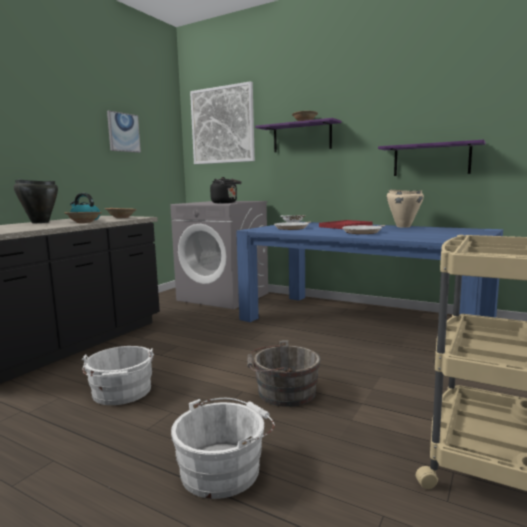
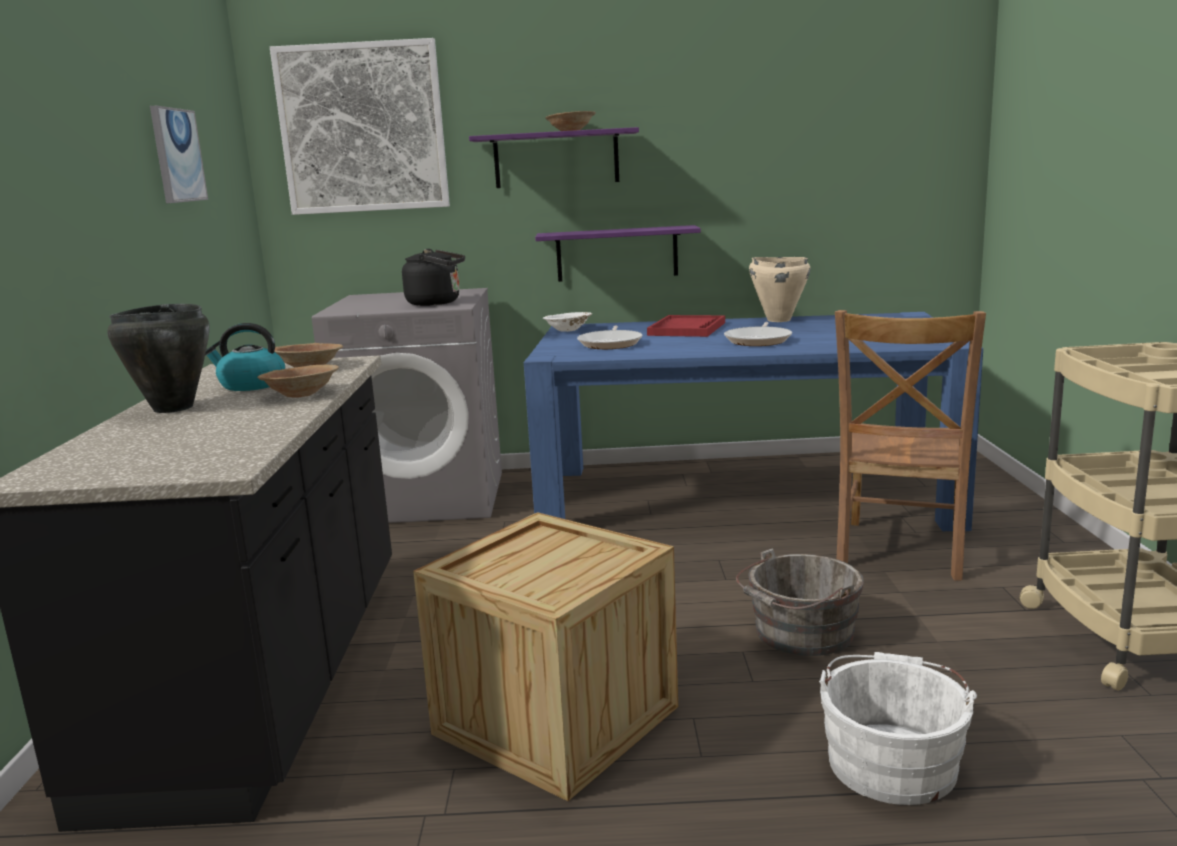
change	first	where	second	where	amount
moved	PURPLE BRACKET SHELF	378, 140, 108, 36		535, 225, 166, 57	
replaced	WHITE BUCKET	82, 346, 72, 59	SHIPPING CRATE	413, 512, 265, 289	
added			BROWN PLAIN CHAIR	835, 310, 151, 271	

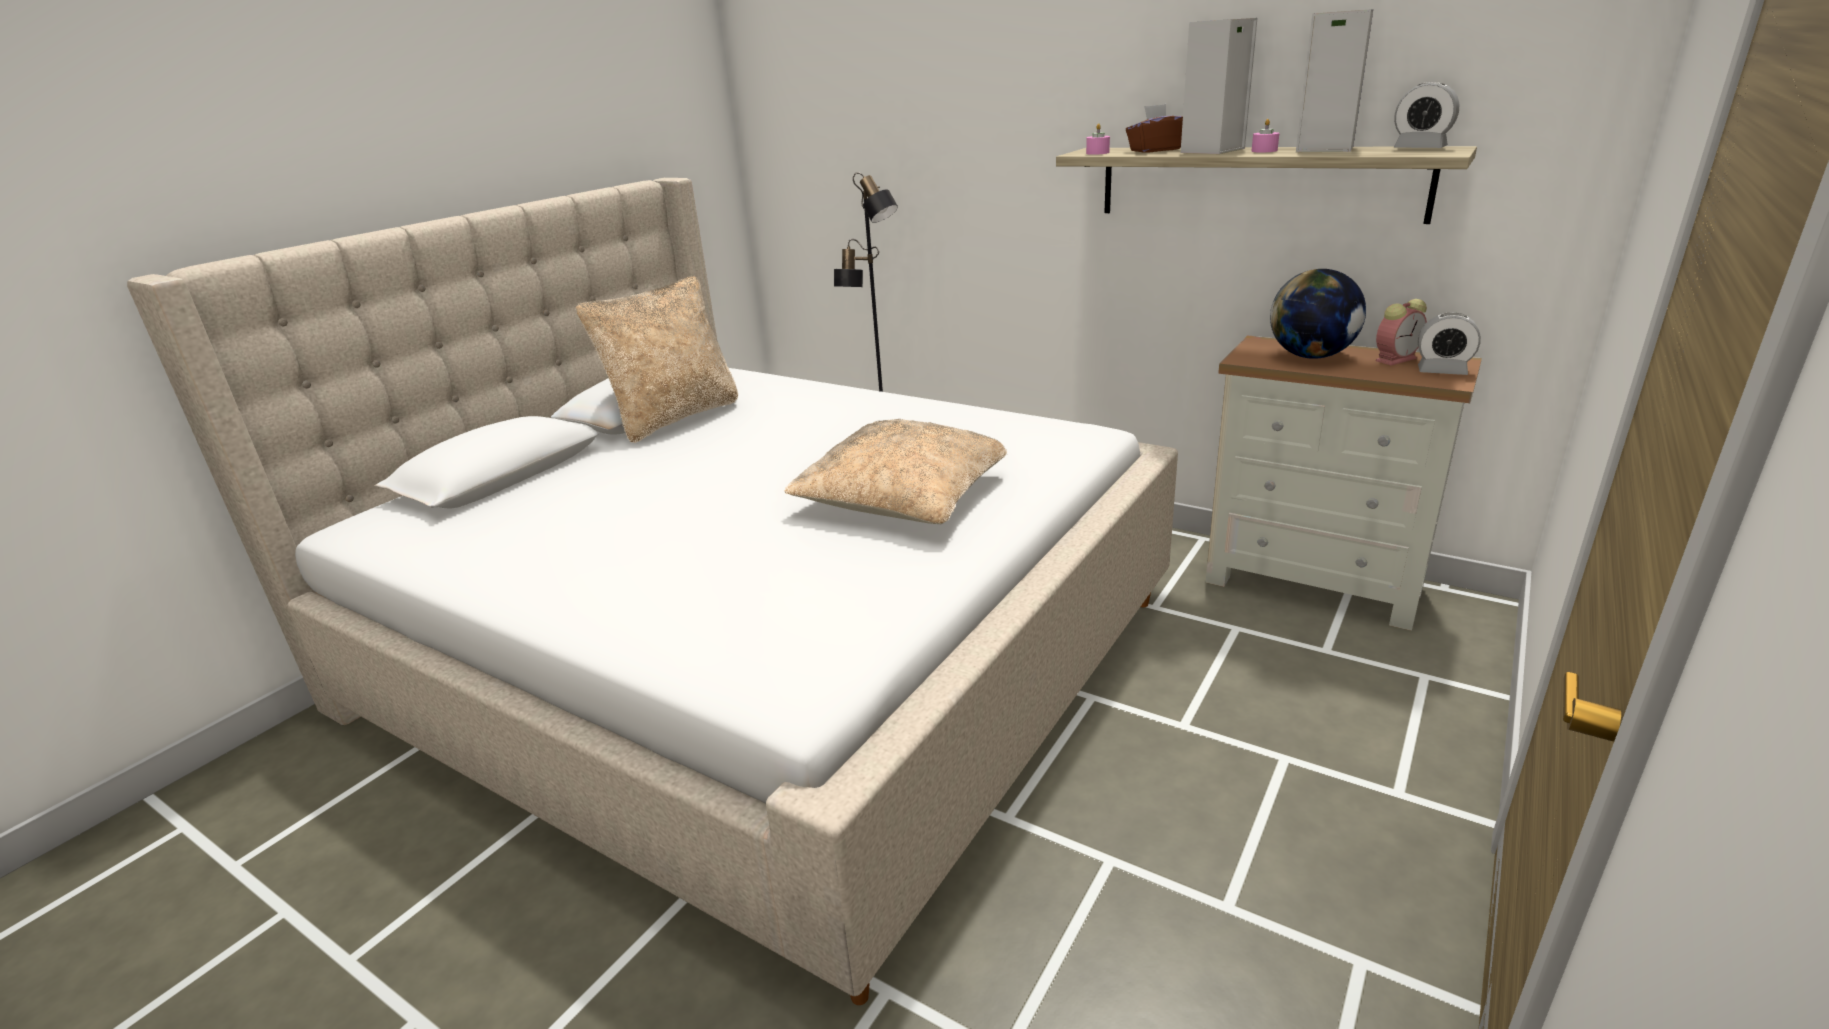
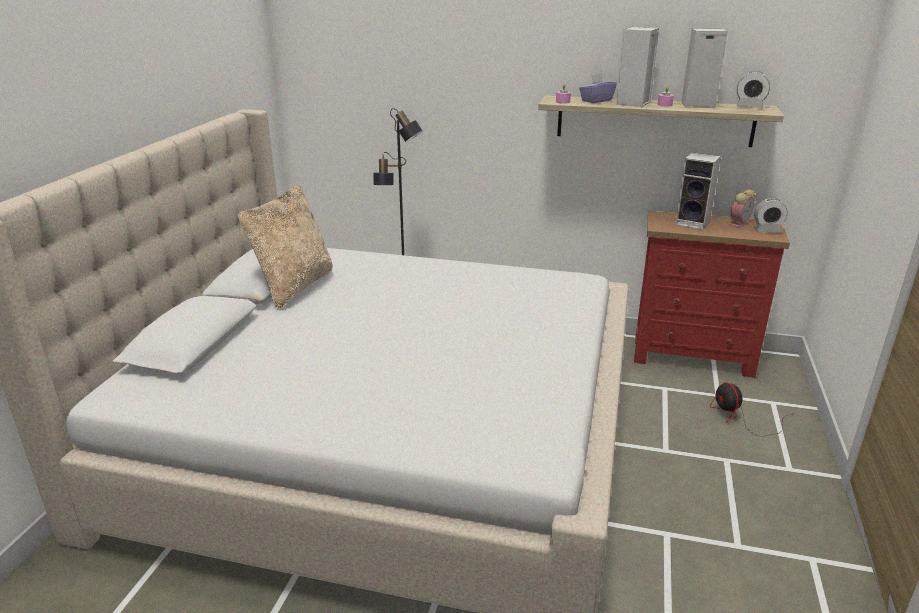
change	first	where	second	where	amount
recoloured	BROWN TISSUE BOX	1126, 104, 57, 49	PURPLE TISSUE BOX	579, 73, 38, 30	
replaced	WORLD GLOBE	1270, 269, 96, 90	AUDIO SPEAKER	675, 152, 46, 78	
recoloured	WHITE DRAWER CHEST	1205, 335, 277, 296	RED-COLOURED DRAWER CHEST	634, 211, 156, 167	
removed	BEIGE THROW PILLOW	785, 419, 222, 105			
added			FAN	710, 383, 82, 53	

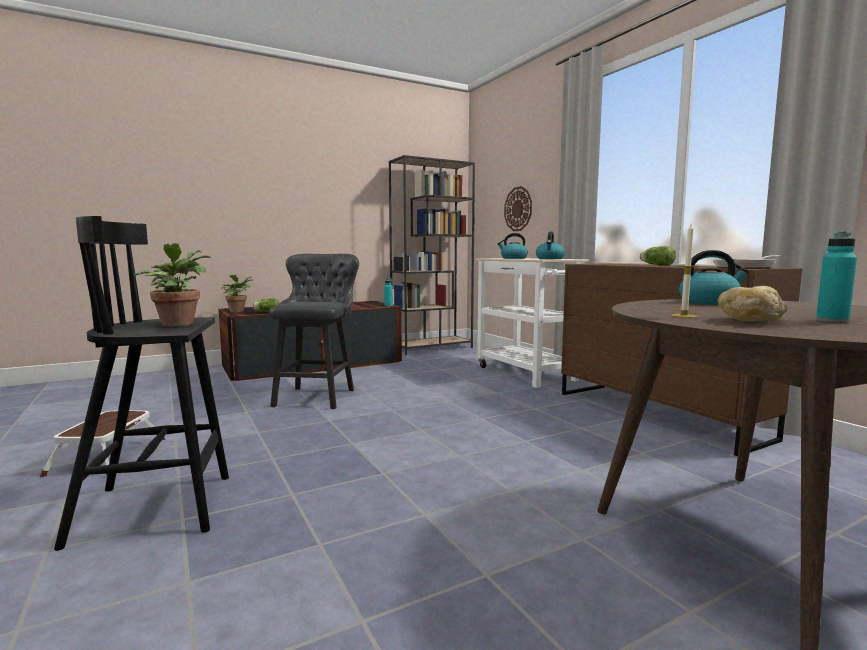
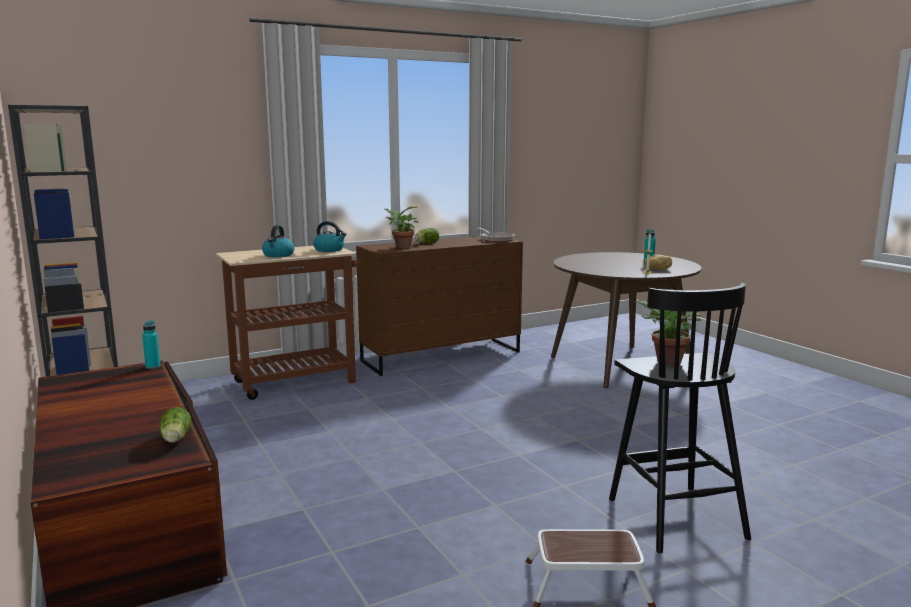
change	first	where	second	where	amount
removed	WALL CLOCK	504, 186, 28, 45			
removed	KETTLE	679, 250, 70, 55			
removed	GRAY SITTING STOOL	269, 253, 90, 156			
recoloured	WHITE WHEELED CART	475, 258, 114, 130	BROWN WHEELED CART	216, 246, 146, 154	
moved	POTTED PLANT	221, 275, 33, 37		384, 206, 35, 43	

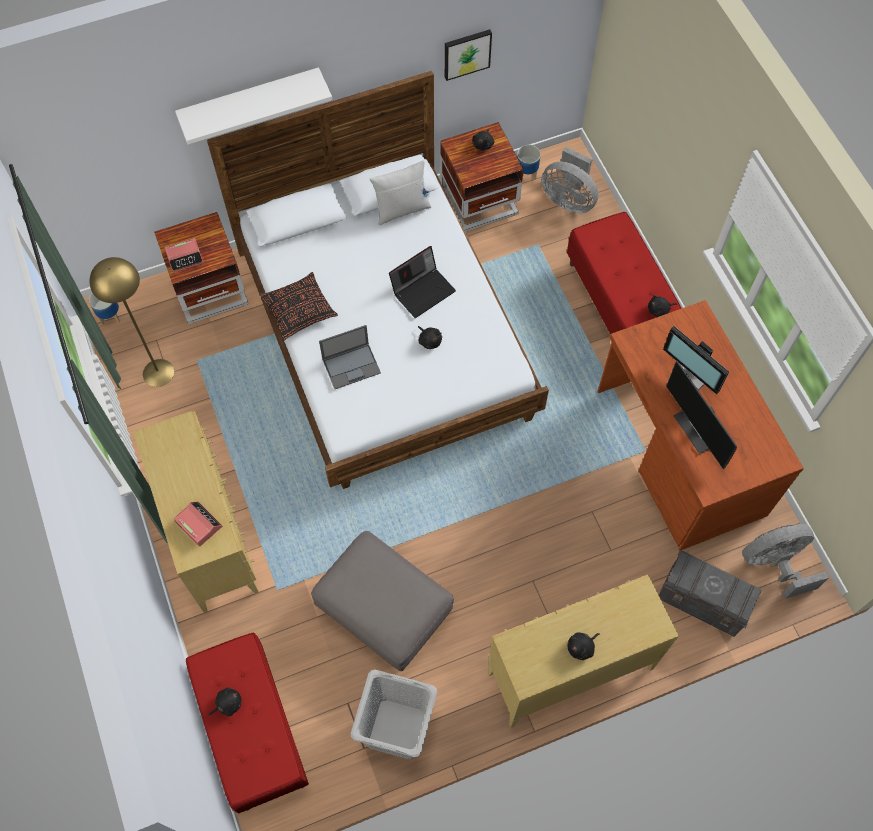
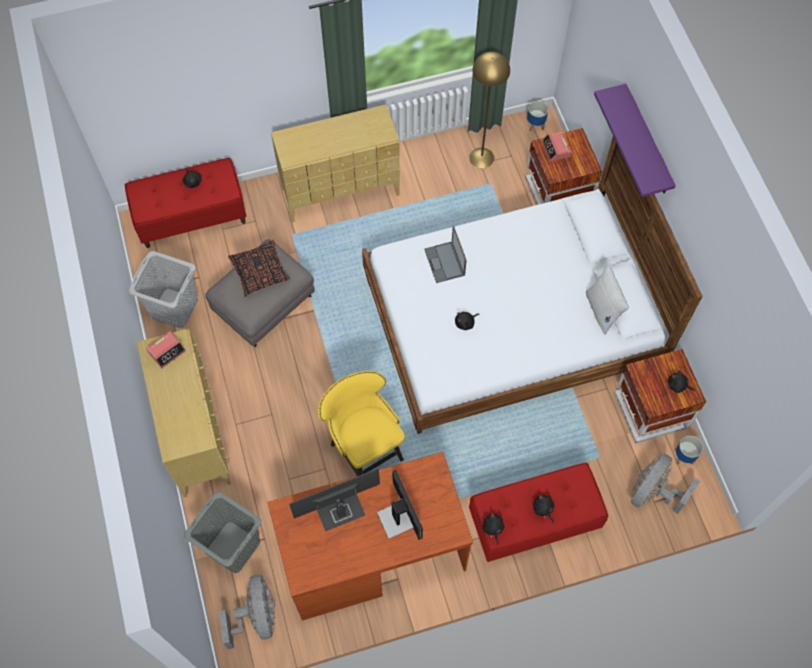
change	first	where	second	where	amount
removed	WALL PICTURE	445, 29, 47, 52			
recoloured	WHITE BRACKET SHELF	175, 67, 157, 77	PURPLE BRACKET SHELF	594, 84, 82, 113	
removed	NOTEBOOK COMPUTER	389, 246, 67, 72			
moved	BLACK THROW PILLOW	259, 272, 79, 68		228, 240, 62, 57	
turned	COMPUTER DISPLAY	663, 326, 66, 68		377, 470, 46, 70	105 degrees clockwise
moved	TABLE CLOCK	174, 502, 48, 45		146, 331, 40, 37	
replaced	GRAY STORAGE BOX	659, 550, 103, 87	GRAY WASHING BASKET	184, 491, 78, 82	
moved	BLACK PLUSH TOY	567, 632, 33, 28		533, 495, 22, 28	
added			YELLOWISH SITTING STOOL	318, 371, 87, 105	

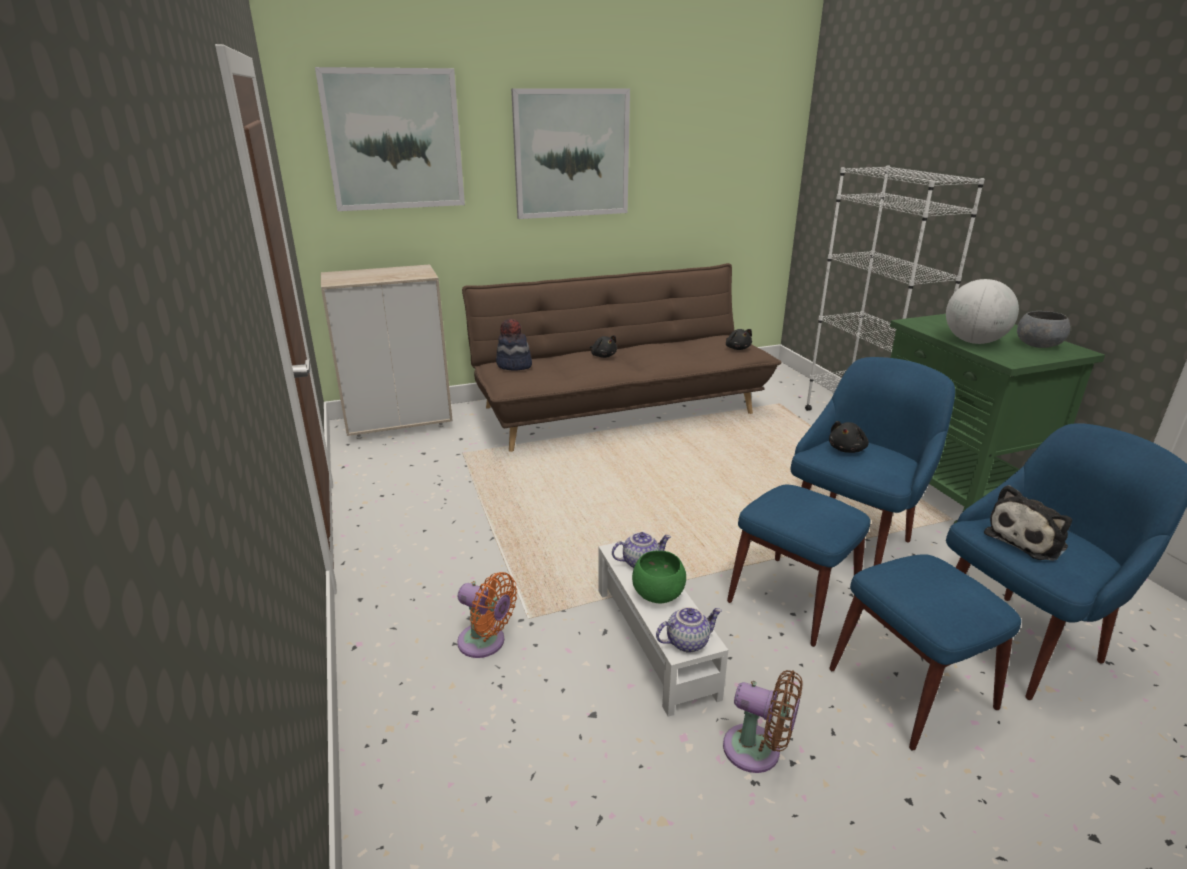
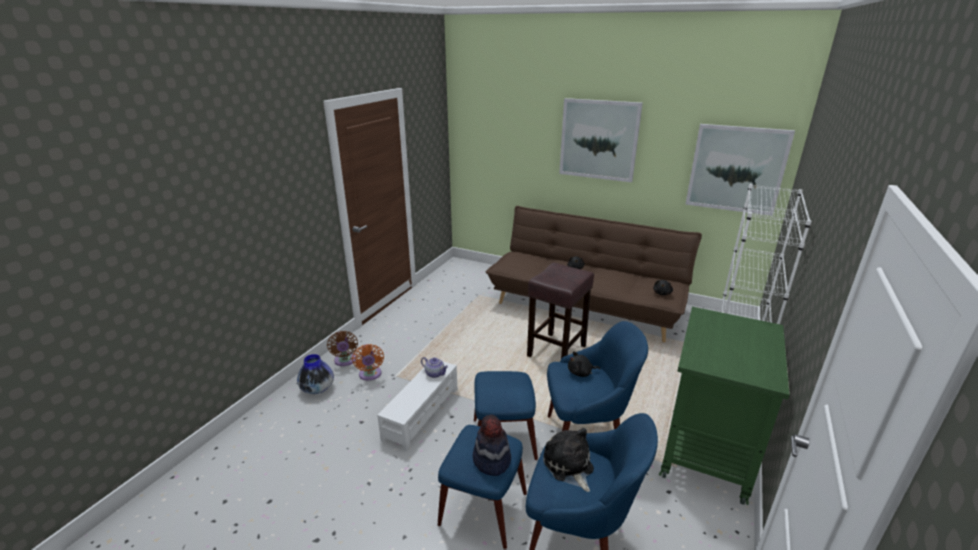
change	first	where	second	where	amount
moved	WALL PICTURE	315, 67, 150, 144		685, 124, 110, 92	
removed	BEIGE STORAGE CABINET	321, 264, 132, 175			
removed	WORLD GLOBE	946, 279, 73, 65			
removed	GRAY DEEP DISH	1017, 311, 53, 37			
moved	CLOTHING HAT	496, 319, 36, 52		473, 415, 38, 61	
turned	PLUSH TOY	984, 485, 88, 76		543, 428, 51, 64	60 degrees clockwise
removed	GREENISH DEEP DISH	632, 551, 54, 52			
removed	POT FOR TEA	656, 607, 66, 46			
moved	BROWN FAN	723, 670, 80, 103		327, 331, 31, 35	
added			BROWN SITTING STOOL	527, 262, 67, 97	
added			VASE	297, 354, 37, 40	

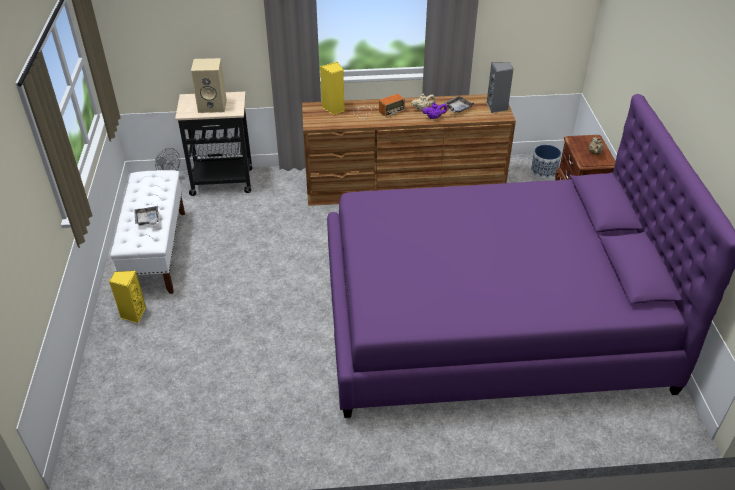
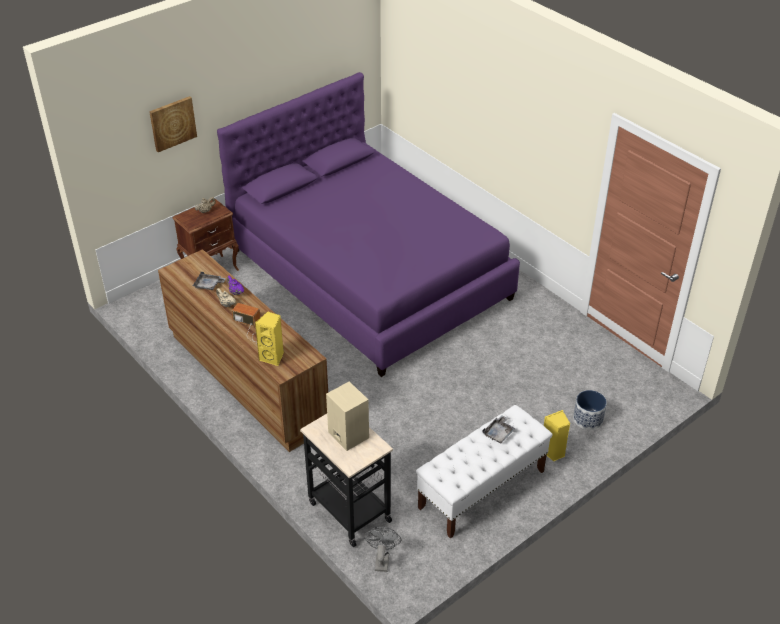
change	first	where	second	where	amount
removed	GRAY AUDIO SPEAKER	487, 62, 26, 51			
moved	FLOWER POT	531, 145, 30, 34		573, 390, 34, 40	
added			WALL PICTURE	149, 96, 48, 56	

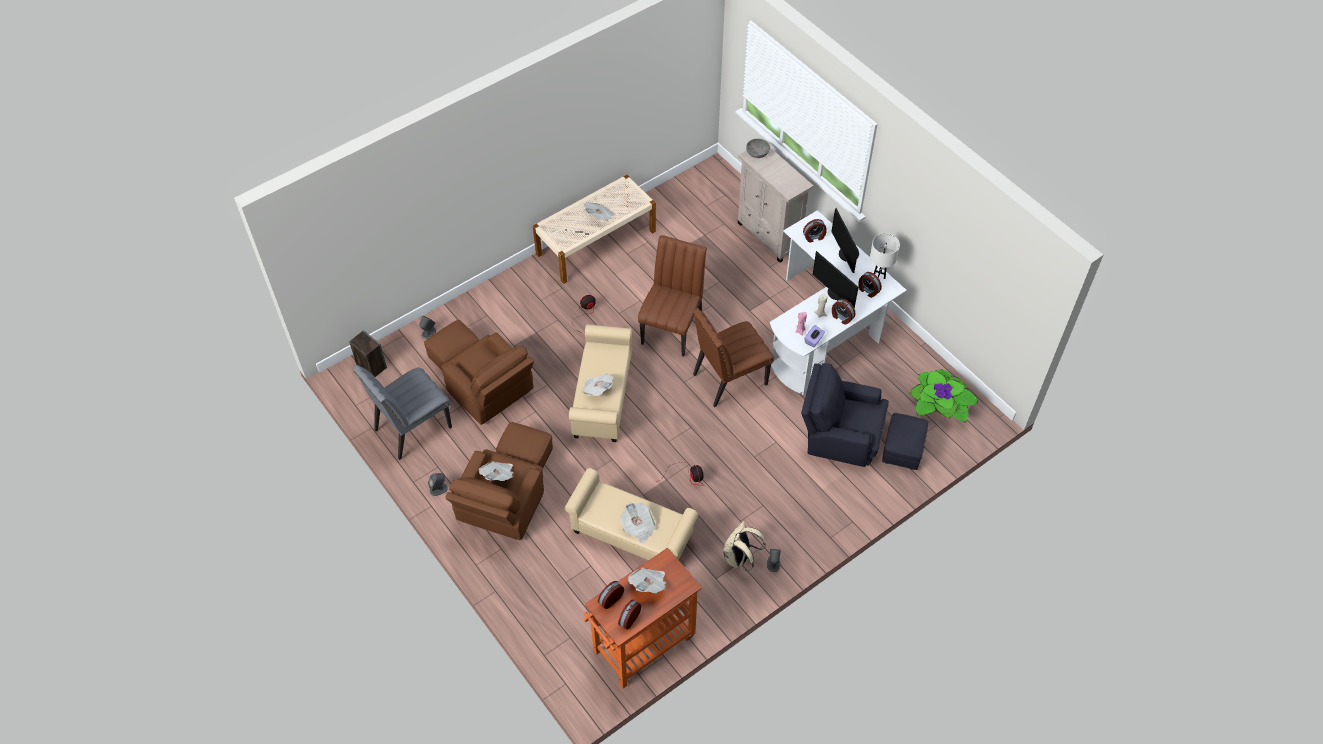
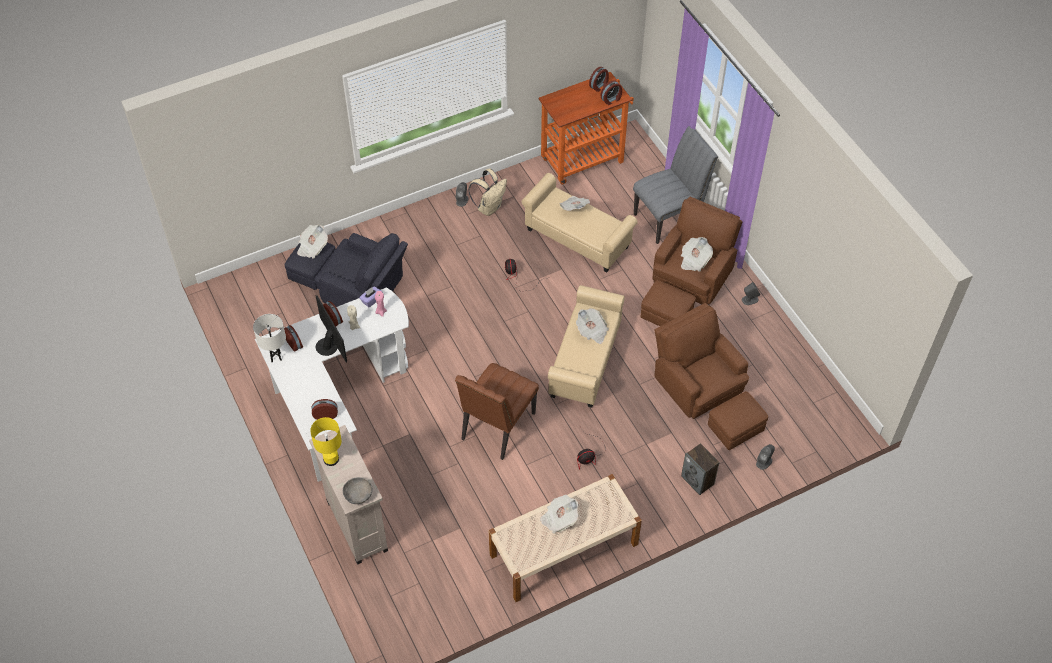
change	first	where	second	where	amount
removed	COMPUTER DISPLAY	831, 208, 28, 65			
removed	BROWN PLAIN CHAIR	693, 308, 81, 99			
moved	AUDIO SPEAKER	349, 330, 38, 47		681, 443, 38, 52	
moved	GRAY PLAIN CHAIR	353, 365, 99, 95		633, 126, 85, 118	
removed	POTTED PLANT	909, 370, 69, 53			
moved	NEWSPAPER	628, 567, 38, 26		297, 225, 31, 34	
added			YELLOWISH TABLE LAMP	310, 417, 32, 49	

